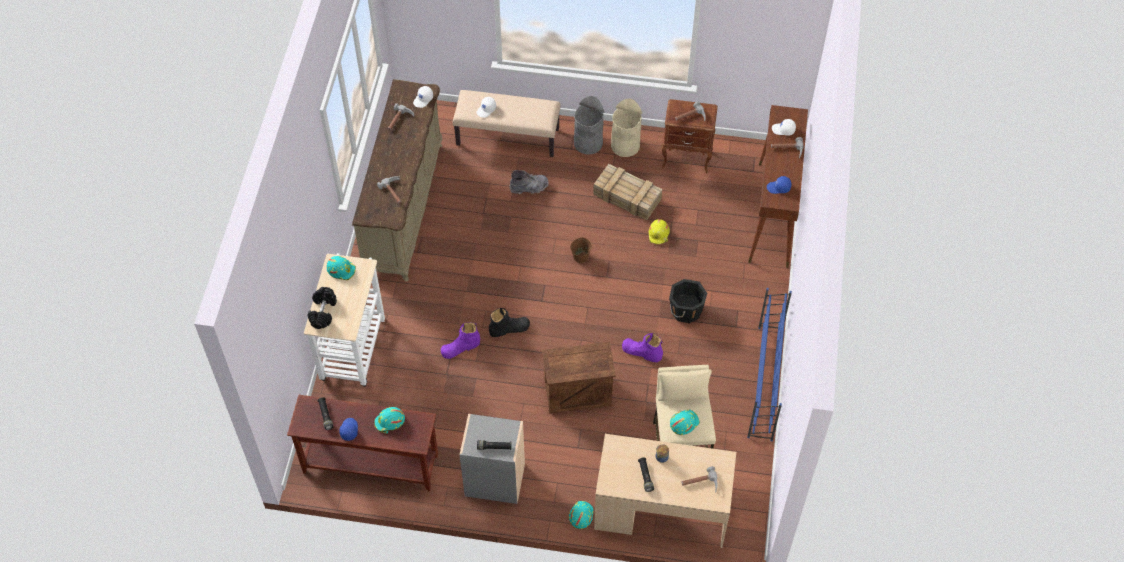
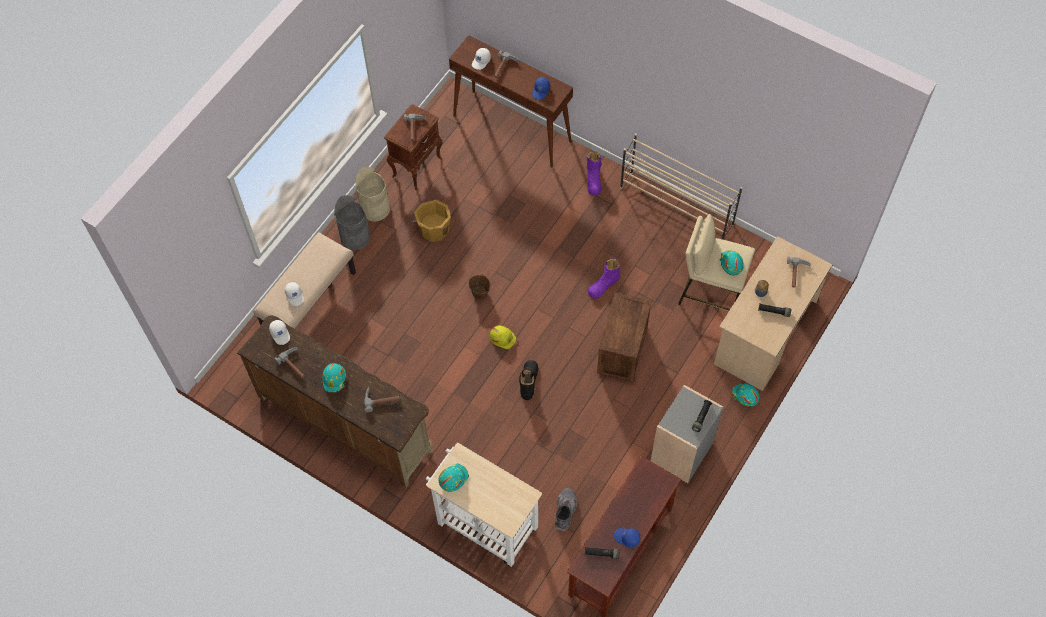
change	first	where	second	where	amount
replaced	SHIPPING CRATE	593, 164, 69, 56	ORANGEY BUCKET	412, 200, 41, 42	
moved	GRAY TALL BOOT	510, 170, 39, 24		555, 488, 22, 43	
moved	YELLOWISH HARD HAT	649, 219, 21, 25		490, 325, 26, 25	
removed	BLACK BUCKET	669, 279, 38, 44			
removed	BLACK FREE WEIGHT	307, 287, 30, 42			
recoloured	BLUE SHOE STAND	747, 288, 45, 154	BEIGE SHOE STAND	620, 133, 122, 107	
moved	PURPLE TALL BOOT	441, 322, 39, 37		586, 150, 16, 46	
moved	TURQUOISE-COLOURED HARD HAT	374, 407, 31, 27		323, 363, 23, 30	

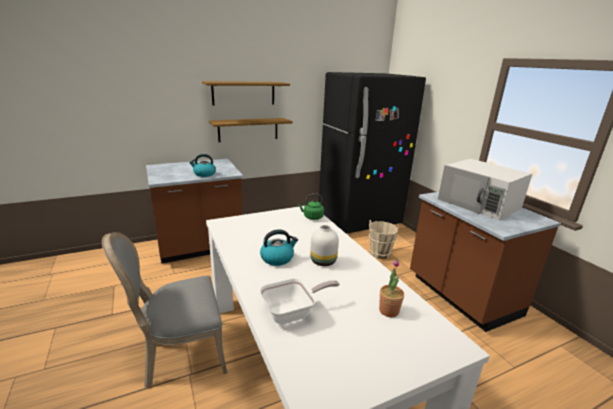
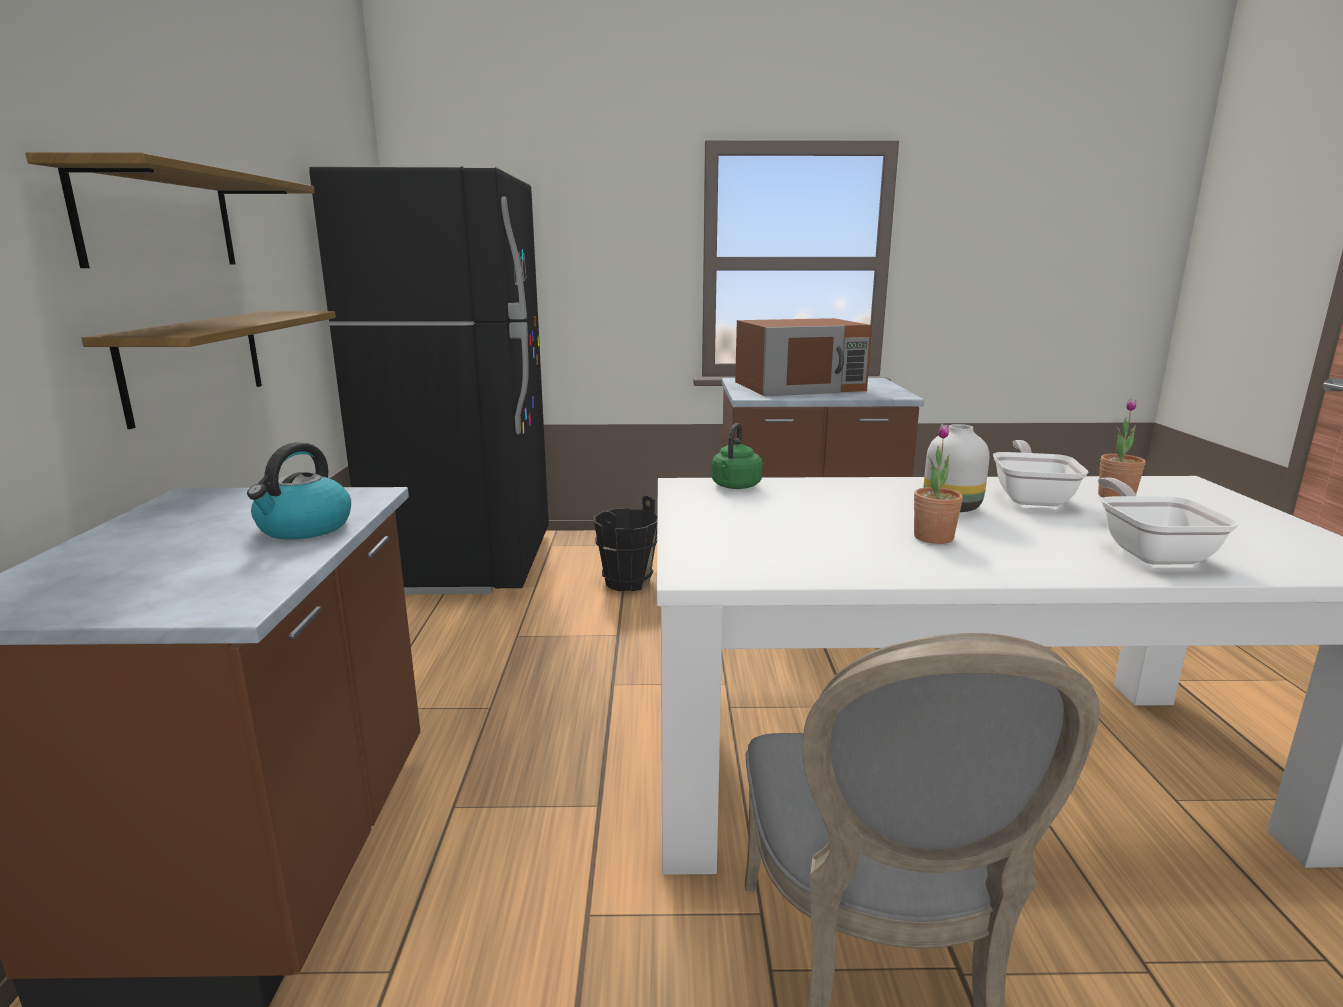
change	first	where	second	where	amount
recoloured	WHITE MICROWAVE OVEN	438, 159, 94, 61	BROWN MICROWAVE OVEN	735, 318, 137, 79	
recoloured	BEIGE BUCKET	369, 220, 30, 39	BLACK BUCKET	594, 495, 63, 96	
replaced	KETTLE	260, 229, 38, 37	POTTED PLANT	914, 424, 49, 120	
added			PAN	993, 440, 95, 66	

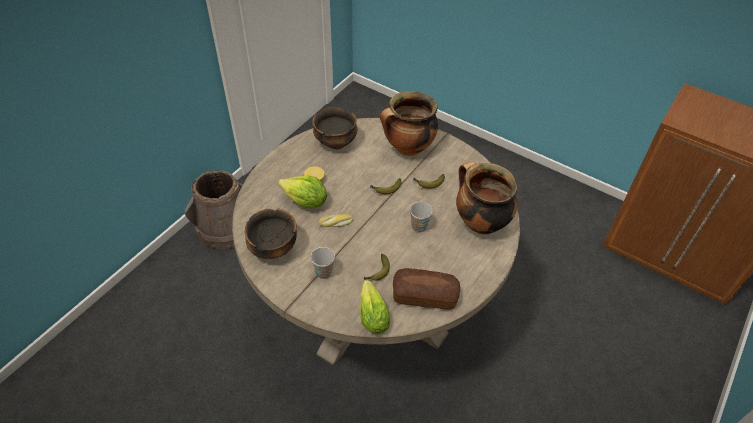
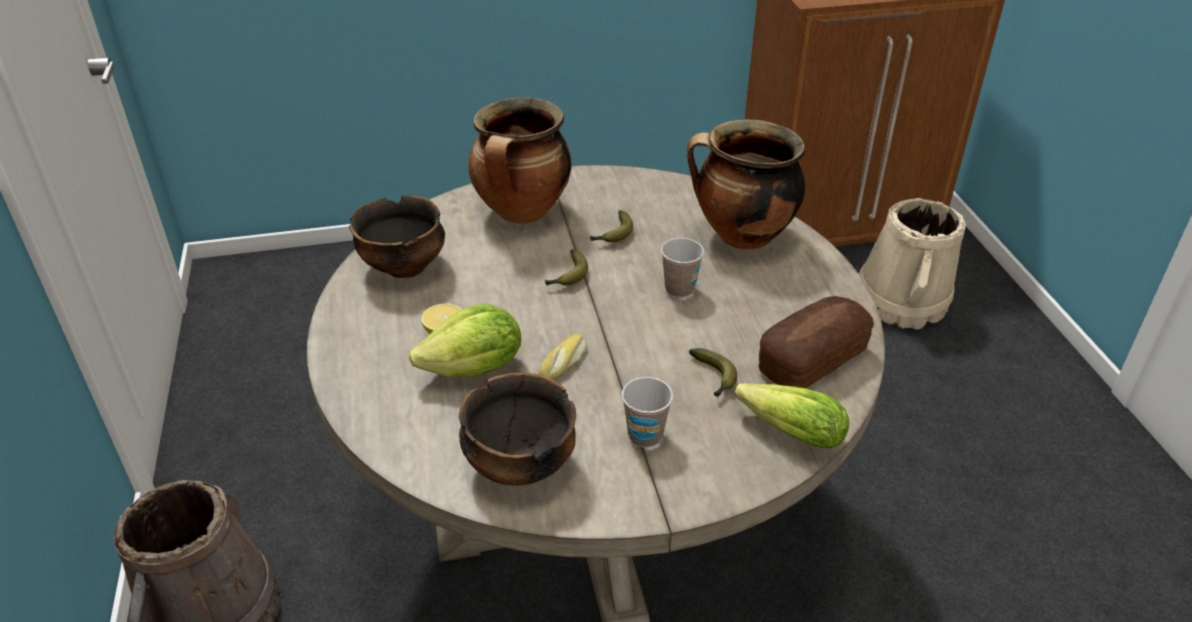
change	first	where	second	where	amount
added			BEIGE BUCKET	858, 198, 108, 131	

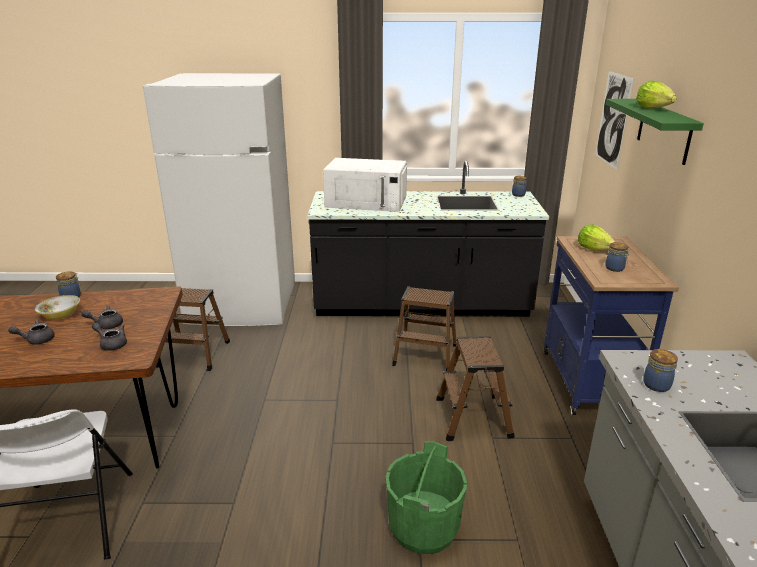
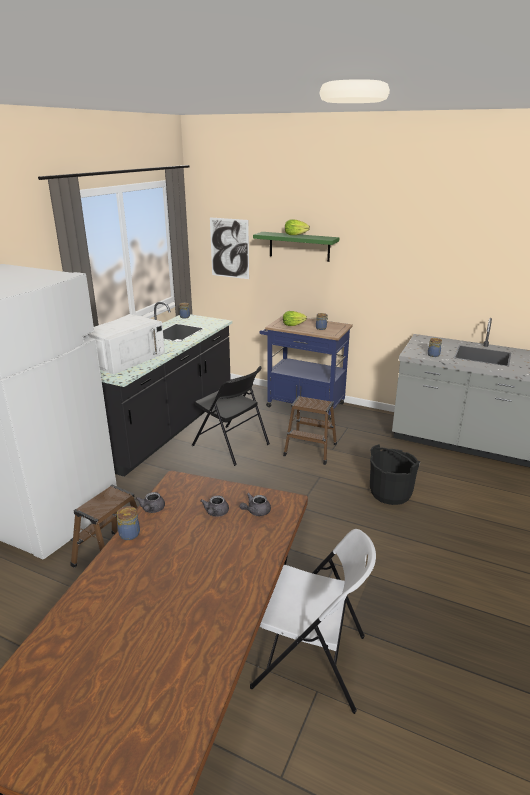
change	first	where	second	where	amount
replaced	BROWN STEP LADDER	392, 287, 65, 84	BLACK PLAIN CHAIR	192, 366, 78, 100	
removed	DEEP DISH	35, 295, 45, 25			
moved	GRAY POT FOR TEA	8, 319, 47, 26		136, 492, 29, 21	
recoloured	GREENISH BUCKET	385, 441, 82, 113	BLACK BUCKET	370, 444, 50, 61	

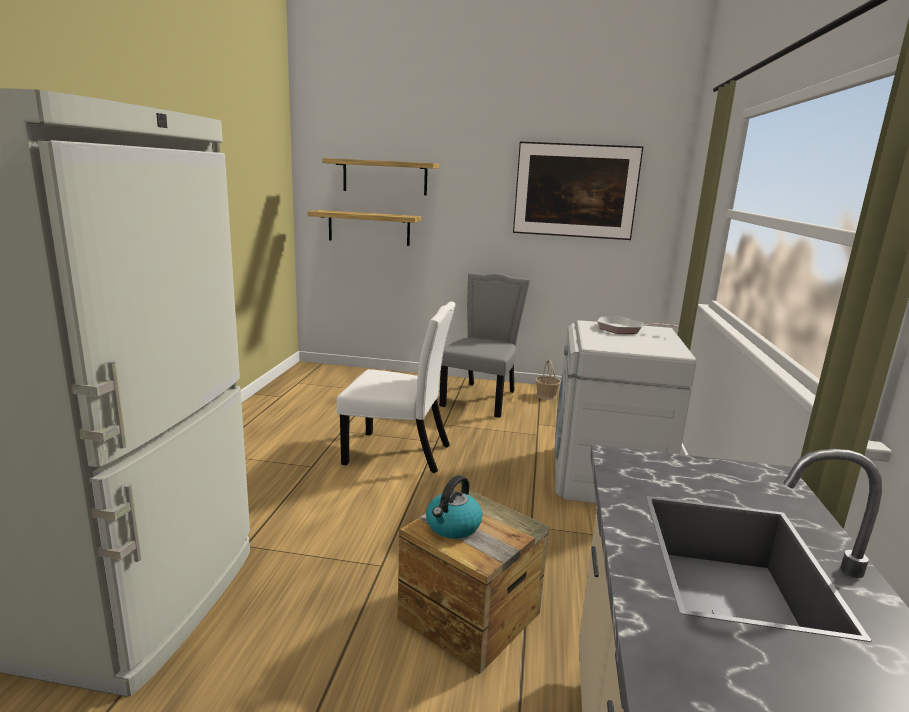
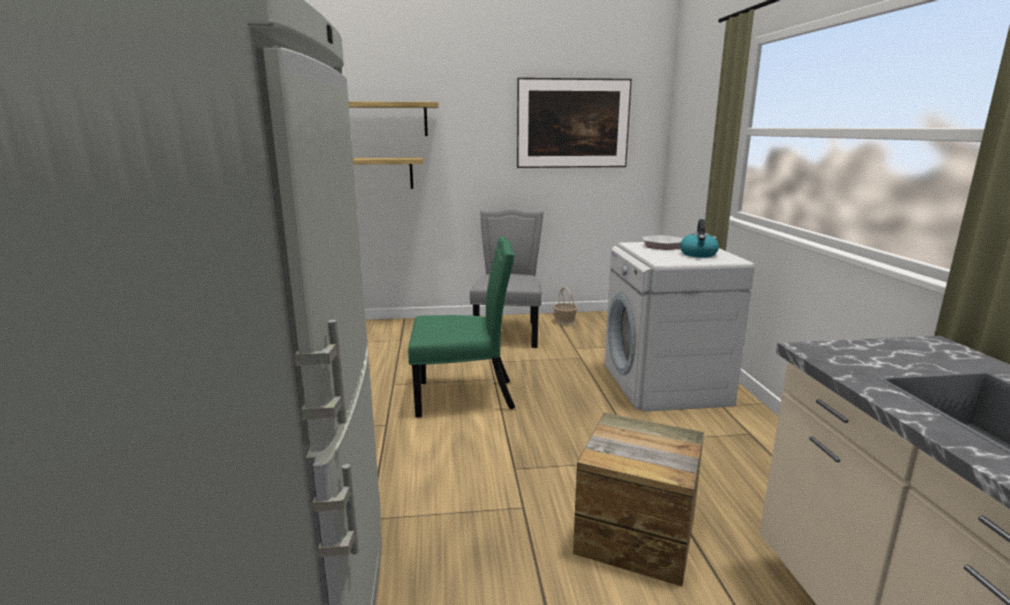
change	first	where	second	where	amount
recoloured	WHITE PLAIN CHAIR	337, 302, 119, 171	GREENISH PLAIN CHAIR	408, 236, 107, 182	
moved	KETTLE	426, 475, 56, 64		680, 219, 39, 39	

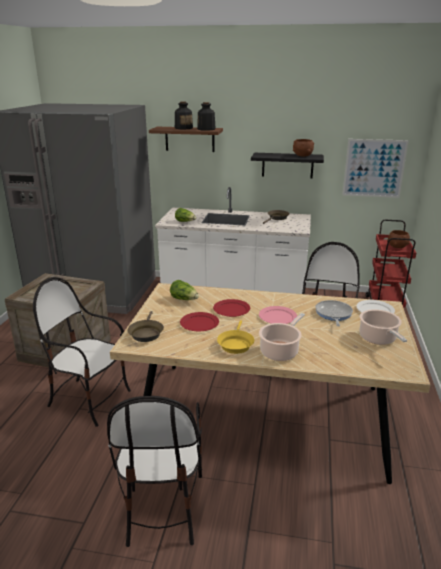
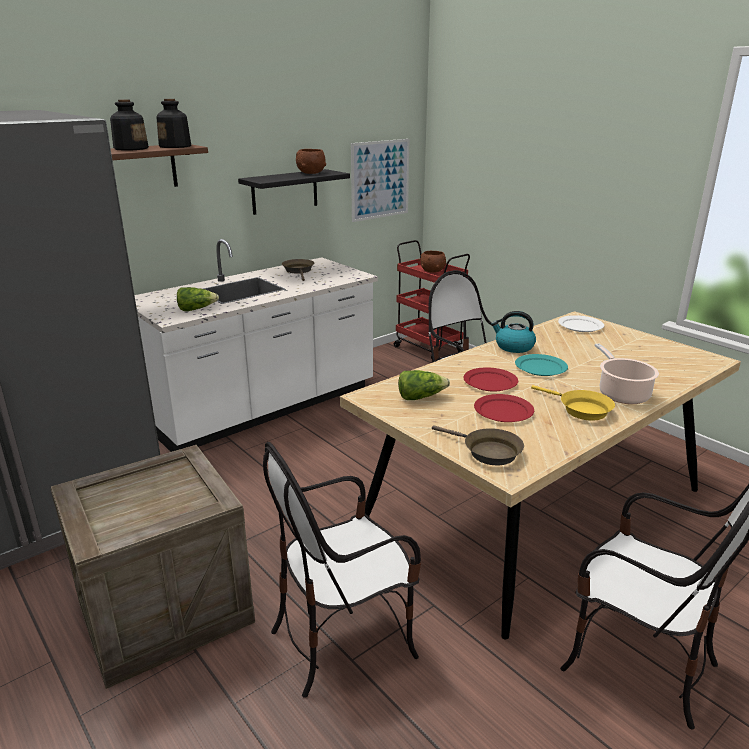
change	first	where	second	where	amount
removed	PAN	315, 300, 38, 26			
recoloured	PINKISH FLAT DISH	259, 306, 38, 18	TURQUOISE-COLOURED FLAT DISH	515, 354, 53, 22	
removed	SAUCEPOT	359, 309, 48, 36			
added			KETTLE	491, 311, 45, 42	

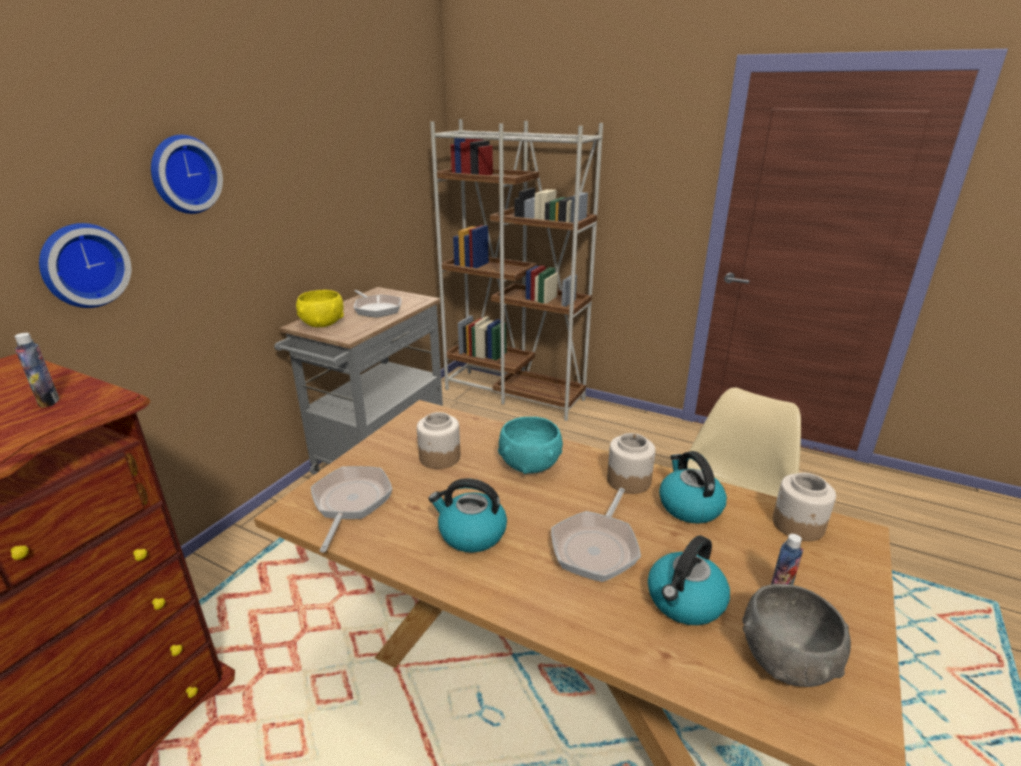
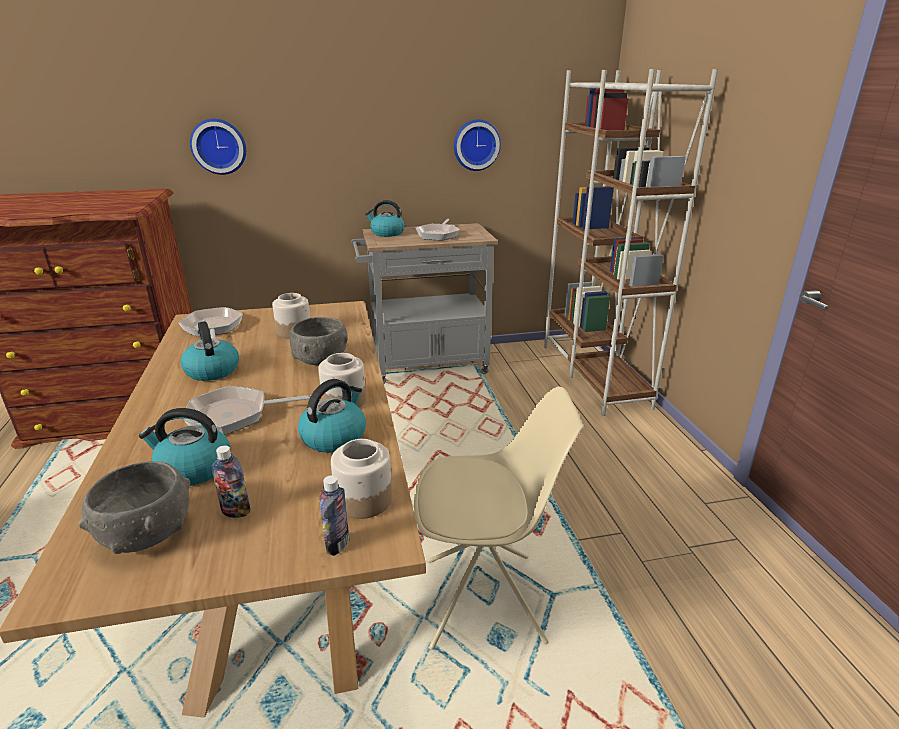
change	first	where	second	where	amount
moved	WALL CLOCK	151, 135, 72, 79		454, 119, 47, 52	
replaced	YELLOWISH DEEP DISH	296, 290, 48, 37	KETTLE	365, 200, 40, 37	
moved	BEVERAGE BOTTLE	14, 333, 45, 75		319, 475, 30, 81	
recoloured	TURQUOISE-COLOURED DEEP DISH	498, 417, 65, 57	GRAY DEEP DISH	289, 317, 59, 48	
turned	PAN	311, 466, 82, 87		178, 307, 65, 32	75 degrees counterclockwise

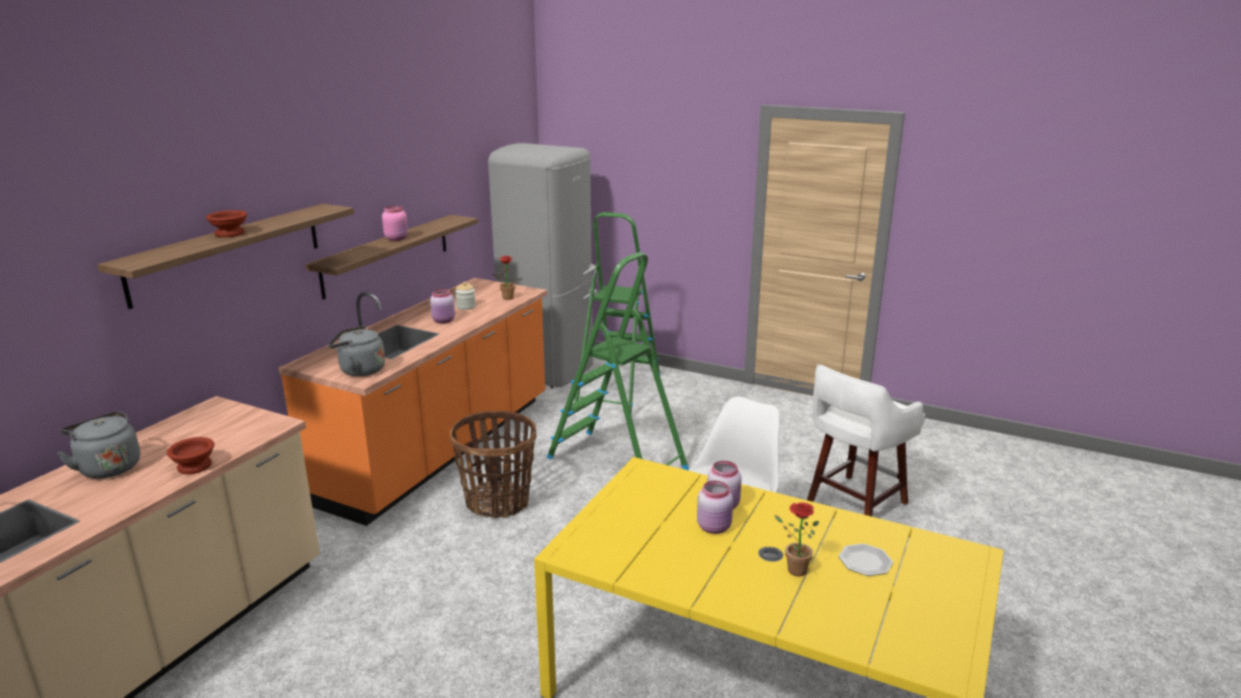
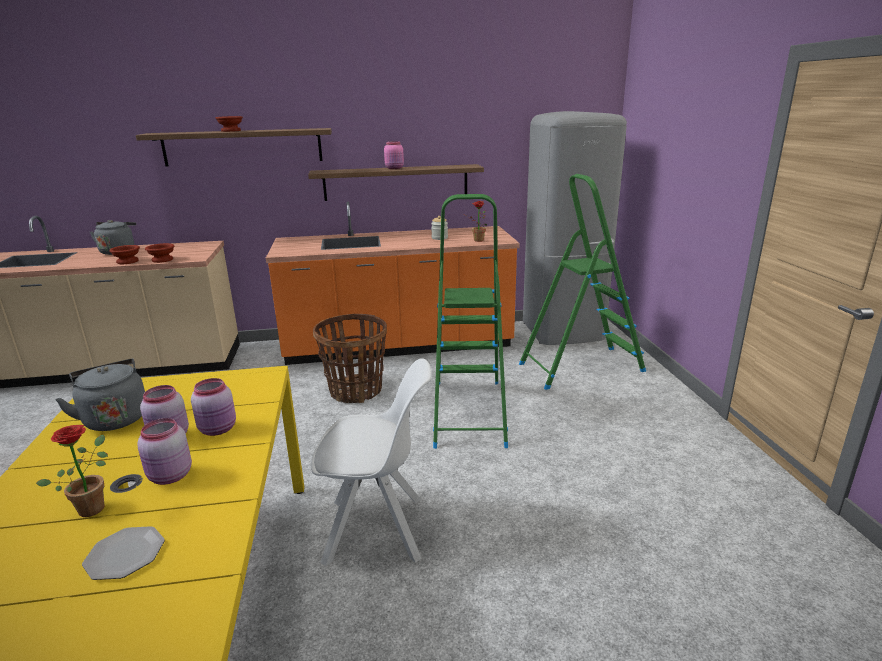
change	first	where	second	where	amount
moved	PINKISH STORAGE JAR	430, 289, 25, 35		138, 418, 54, 67	
moved	GRAY KETTLE	328, 326, 57, 50		55, 359, 90, 72	
removed	WHITE SITTING STOOL	807, 365, 118, 152			
added			BROWN DEEP DISH	145, 243, 30, 20	

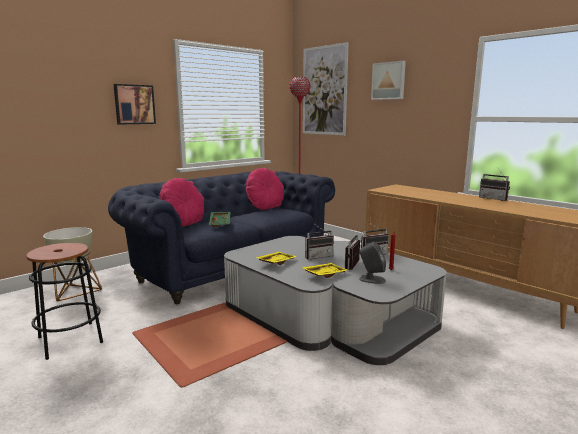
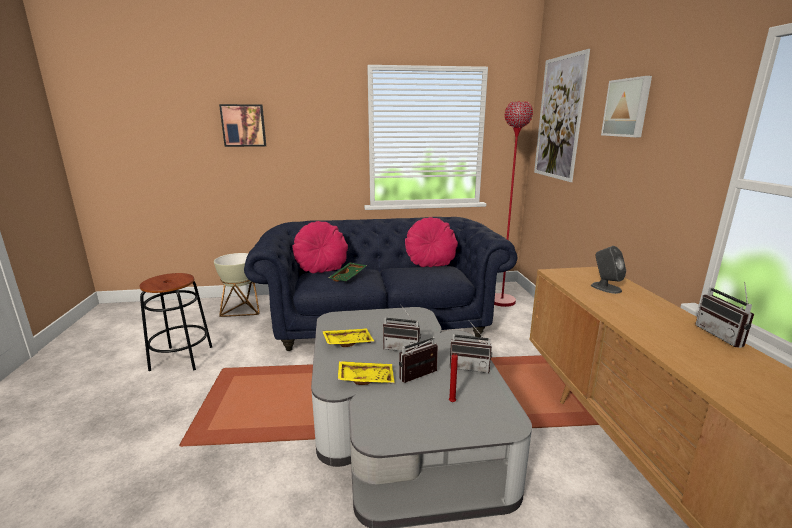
change	first	where	second	where	amount
moved	WALL PICTURE	113, 84, 43, 40		219, 104, 47, 43	
moved	GRAY AUDIO SPEAKER	359, 242, 27, 42		591, 246, 35, 48	

